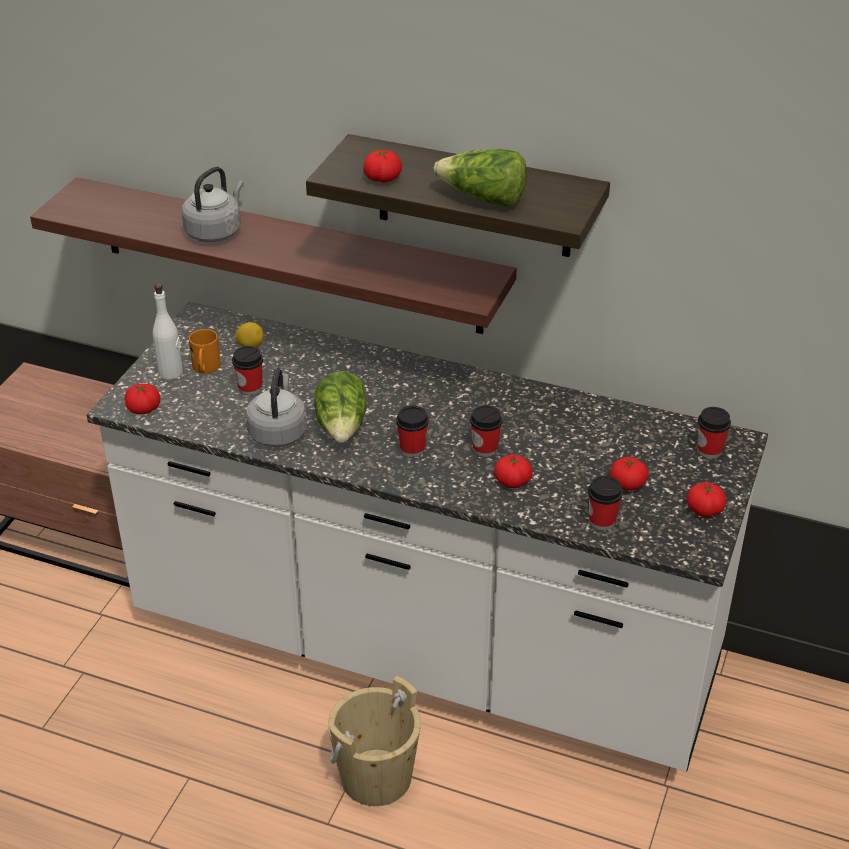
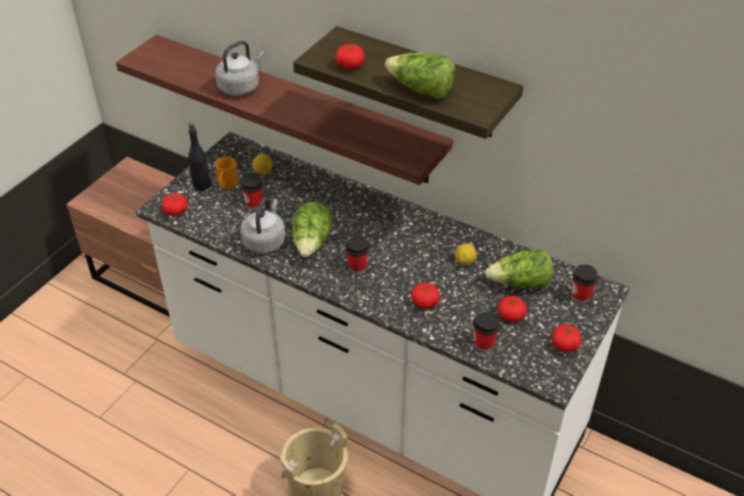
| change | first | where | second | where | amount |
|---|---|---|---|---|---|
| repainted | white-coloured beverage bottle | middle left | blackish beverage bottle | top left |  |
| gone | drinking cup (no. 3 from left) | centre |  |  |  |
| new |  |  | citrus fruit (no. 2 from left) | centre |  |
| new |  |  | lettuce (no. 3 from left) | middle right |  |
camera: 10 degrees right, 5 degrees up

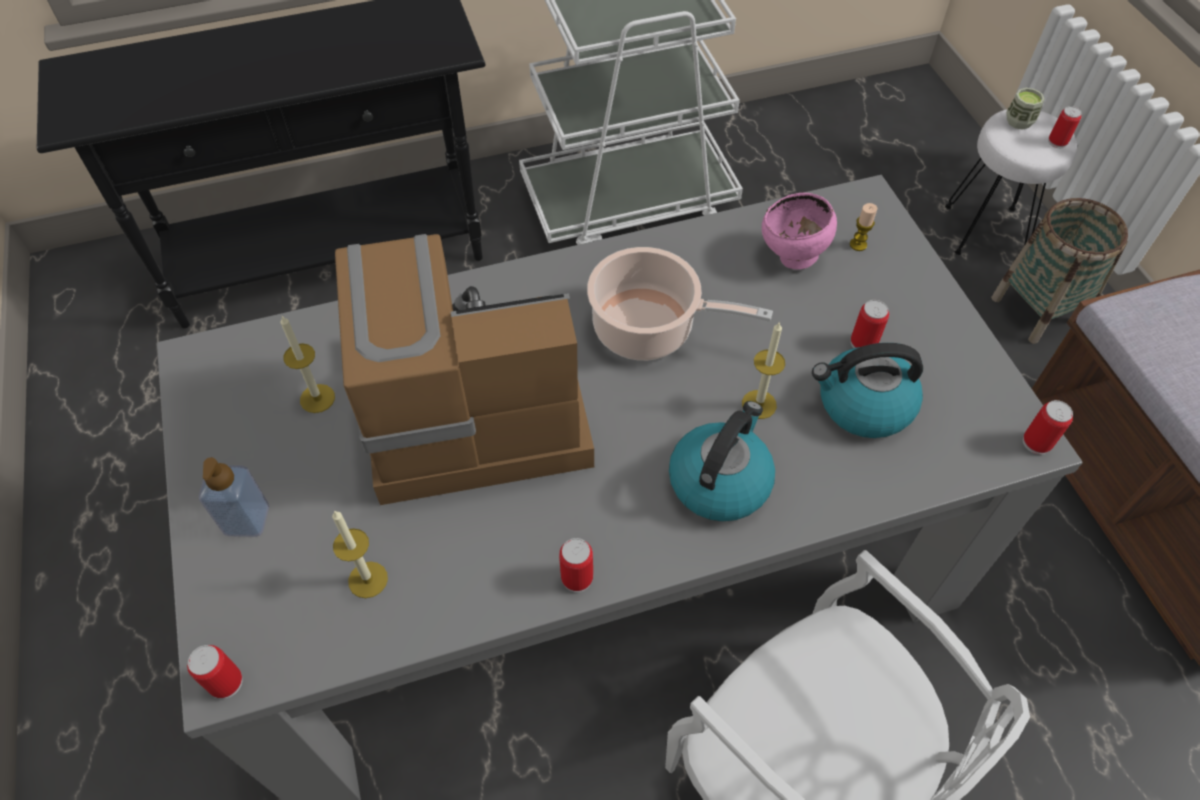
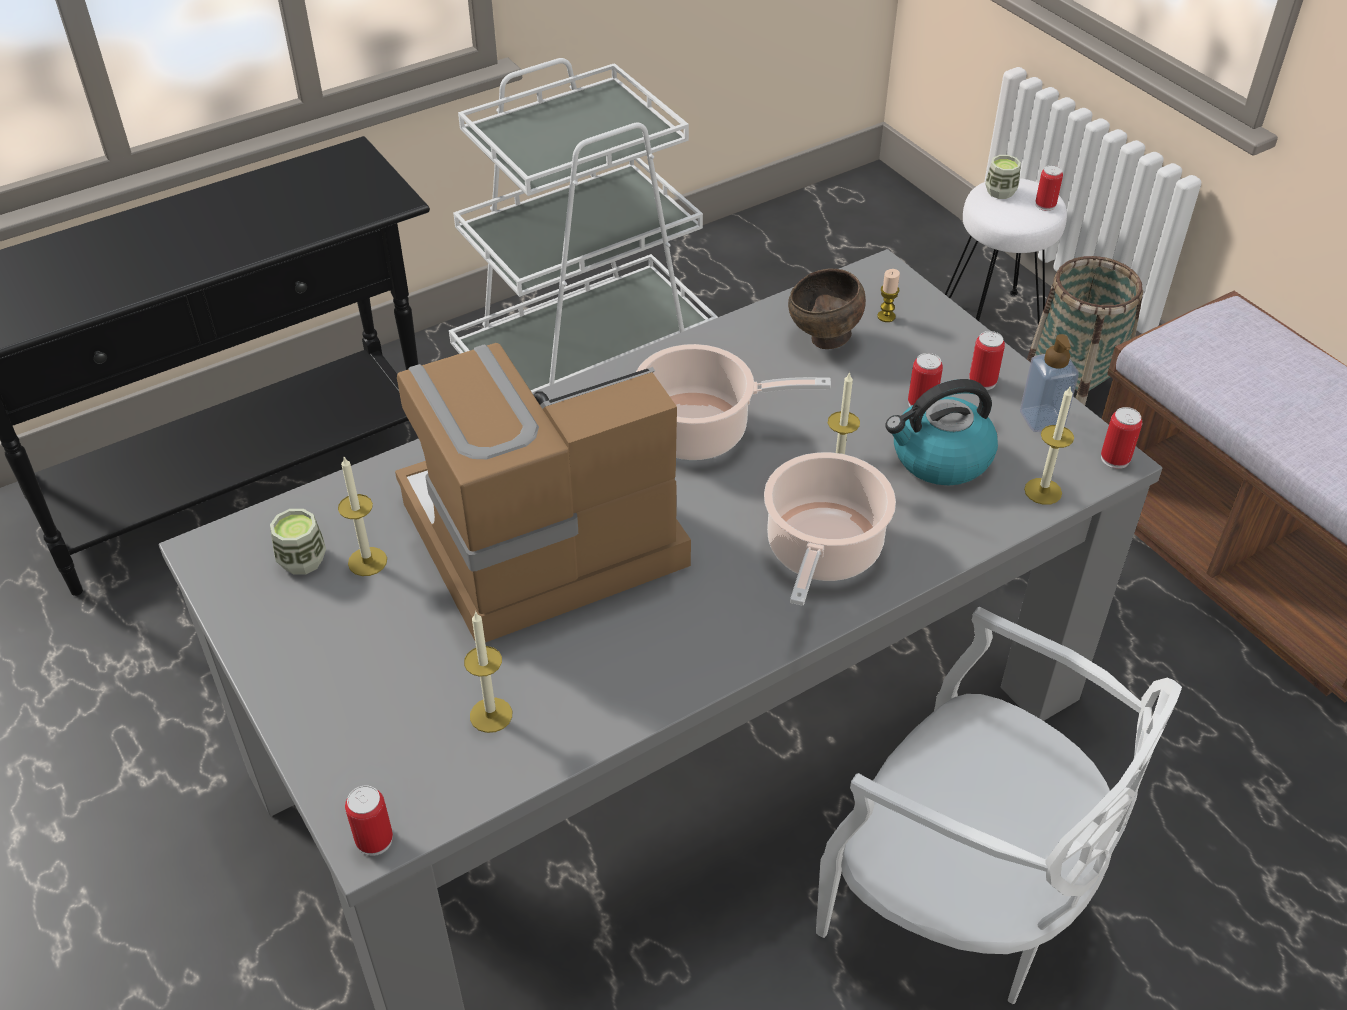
| change | first | where | second | where | amount |
|---|---|---|---|---|---|
| shifted | soap bottle | middle left |  | middle right |  |
| shifted | metal can (no. 2 from left in the first image) | bottom centre | metal can (no. 3 from left) | middle right |  |
| swapped | tea kettle (no. 1 from left) | centre | cooking pot (no. 2 from left) | centre |  |
| repainted | pink deep dish | top centre | brown deep dish | top centre |  |
| new |  |  | drinking cup (no. 1 from left) | middle left |  |
| new |  |  | wax candle (no. 5 from left) | middle right |  |
camera: 15 degrees left, 10 degrees down

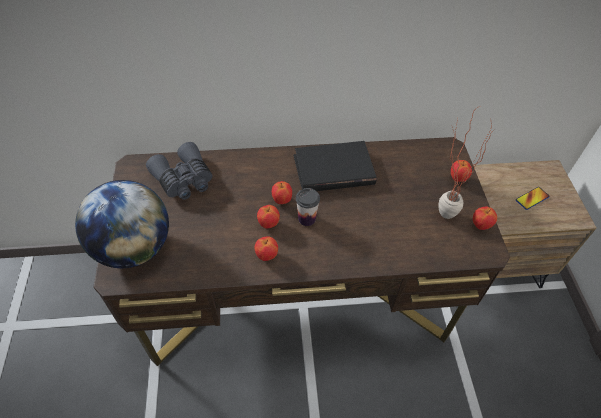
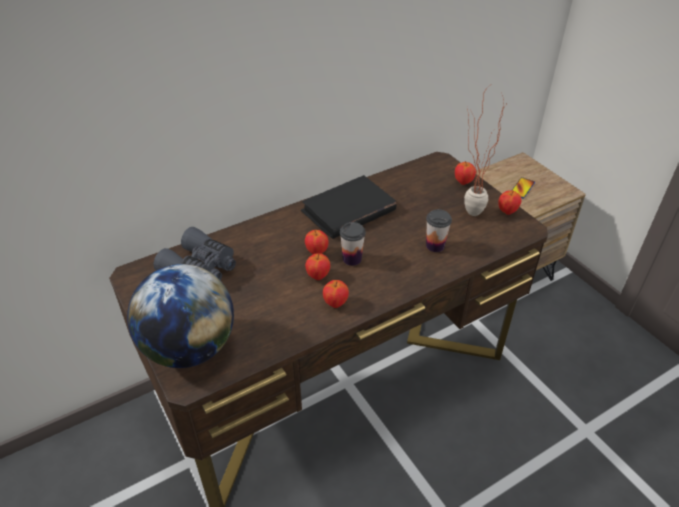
| change | first | where | second | where | amount |
|---|---|---|---|---|---|
| new |  |  | drinking cup (no. 2 from left) | centre |  |
camera: 25 degrees left, 10 degrees down

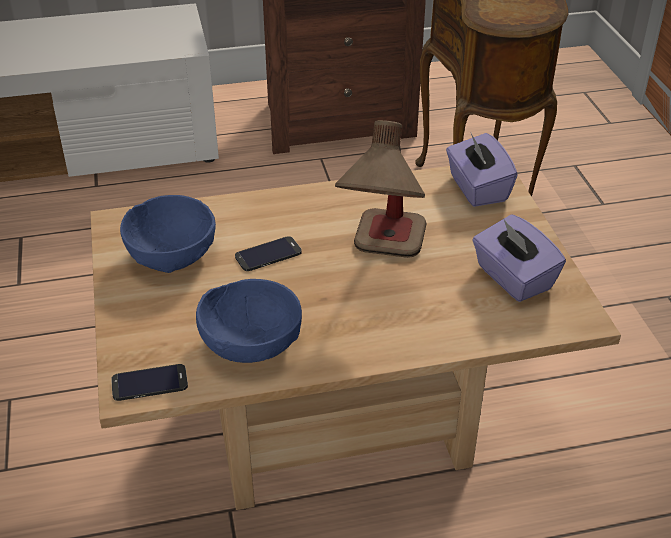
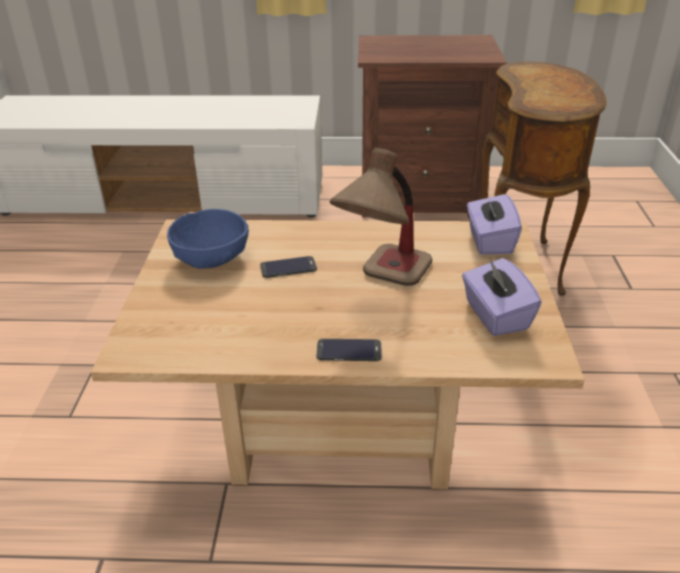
| change | first | where | second | where | amount |
|---|---|---|---|---|---|
| shifted | telephone (no. 1 from left in the first image) | bottom left | telephone (no. 2 from left) | centre |  |
| gone | blue deep dish (no. 2 from left) | centre |  |  |  |
camera: 15 degrees right, 5 degrees down

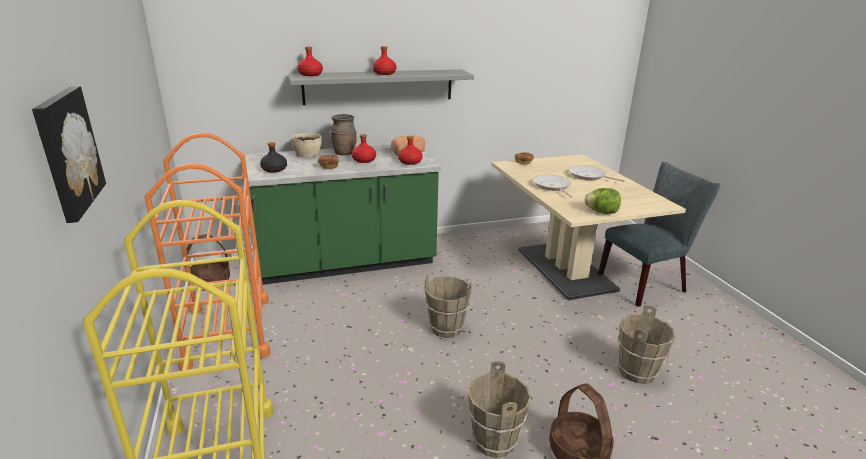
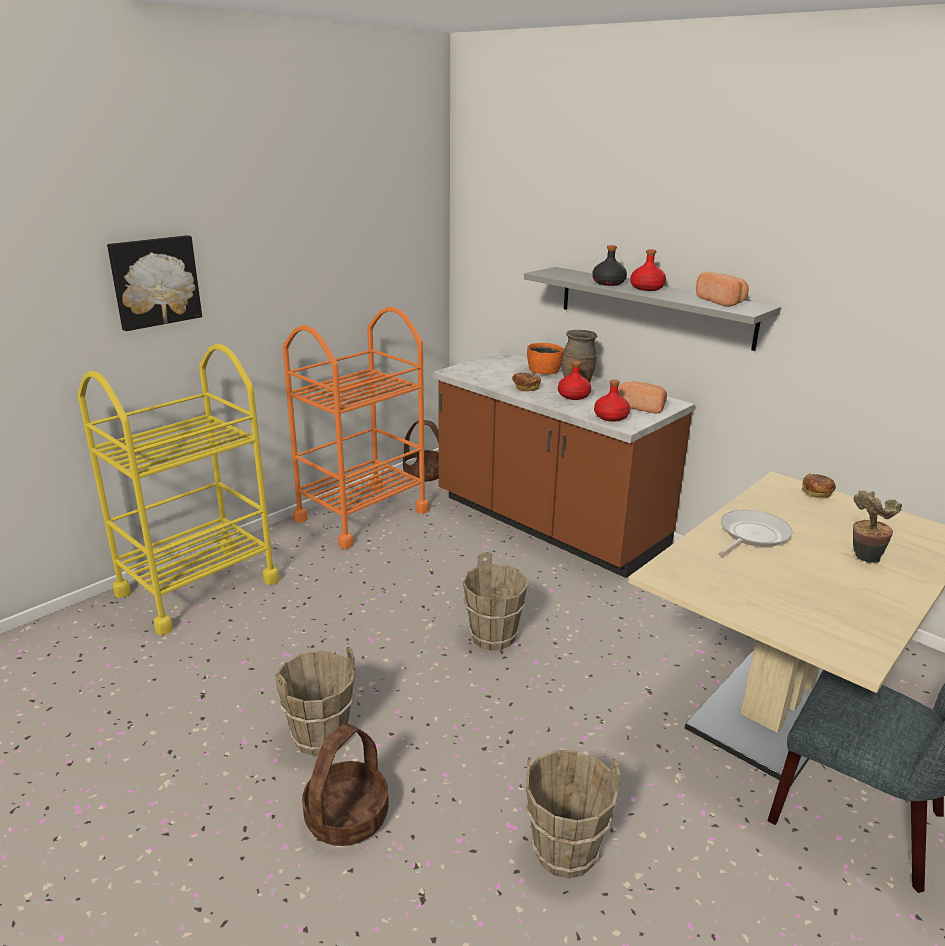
| change | first | where | second | where | amount |
|---|---|---|---|---|---|
| repainted | green kitchen counter | centre | brown kitchen counter | centre |  |
| shifted | blackish beverage bottle | middle left |  | top centre |  |
| repainted | sand-coloured deep dish | top centre | orangey deep dish | centre |  |
| gone | reddish beverage bottle (no. 1 from left) | top centre |  |  |  |
| swapped | frying pan (no. 2 from left) | middle right | houseplant | middle right |  |
| gone | lettuce | middle right |  |  |  |
| new |  |  | bakery bread (no. 3 from left) | top right |  |
camera: 60 degrees right, 0 degrees up

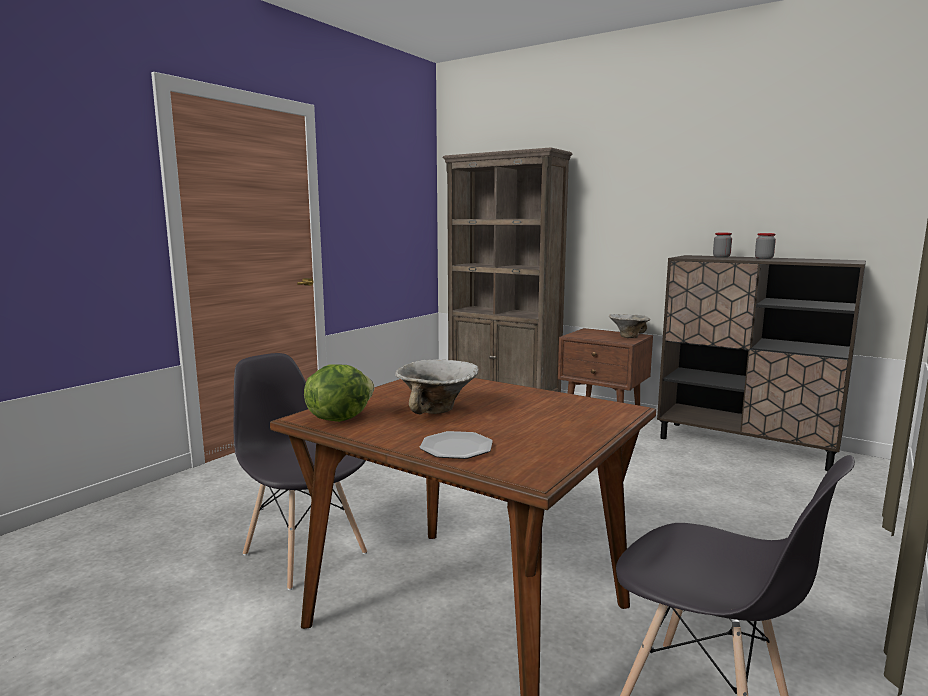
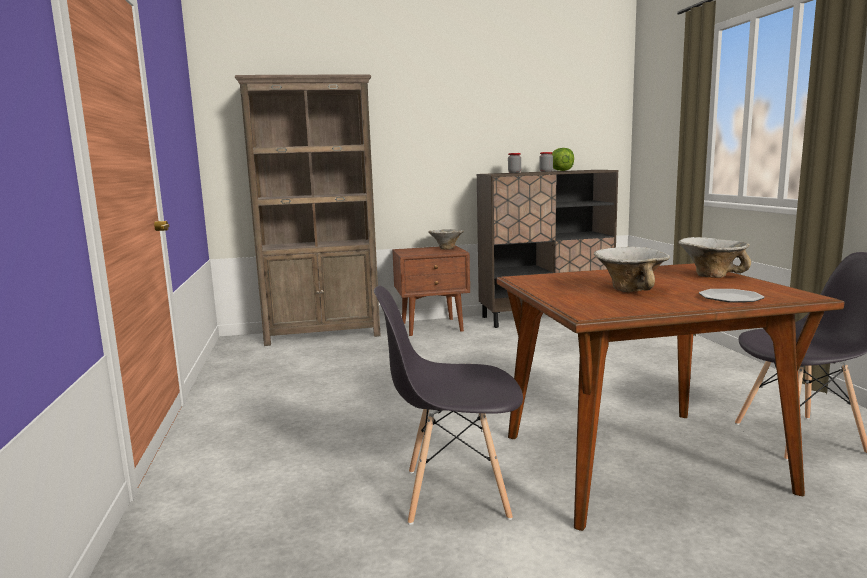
| change | first | where | second | where | amount |
|---|---|---|---|---|---|
| shifted | lettuce | centre |  | top centre |  |
| new |  |  | deep dish (no. 3 from left) | middle right |  |
camera: 45 degrees left, 0 degrees up

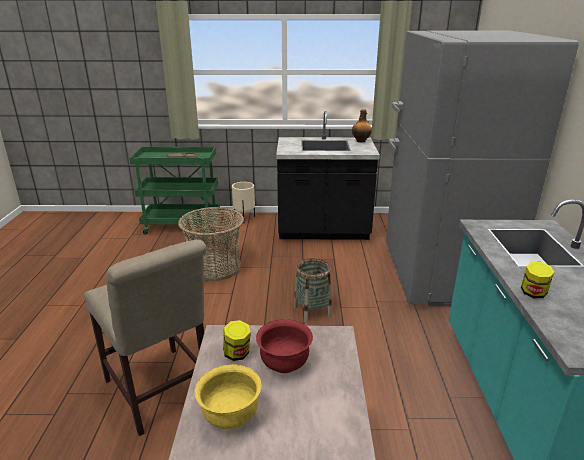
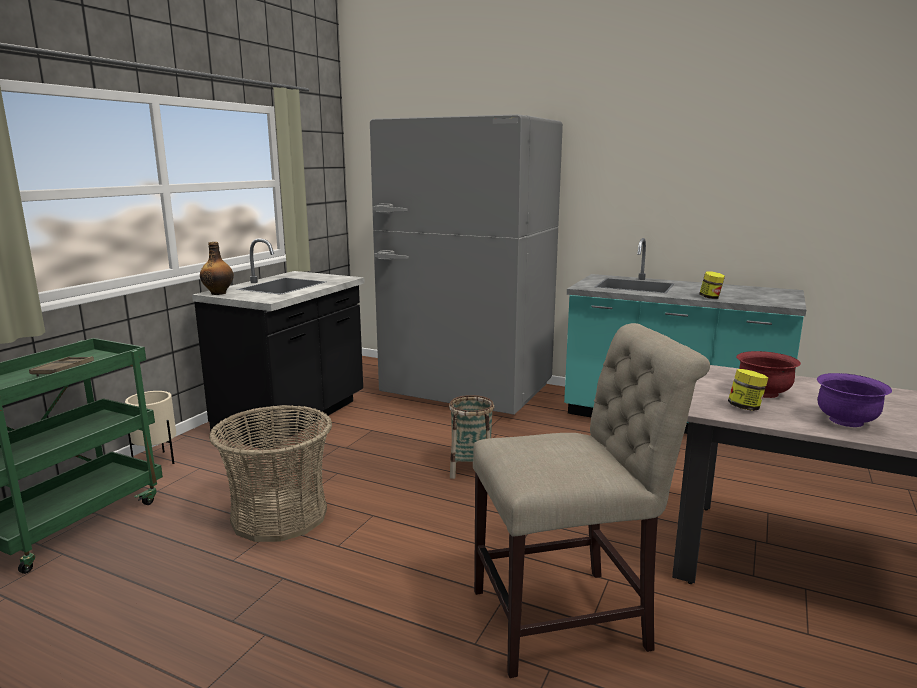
| change | first | where | second | where | amount |
|---|---|---|---|---|---|
| repainted | yellow-coloured deep dish | bottom centre | purple deep dish | middle right |  |
| shifted | beverage bottle | top centre |  | middle left |  |
camera: 65 degrees left, 10 degrees down

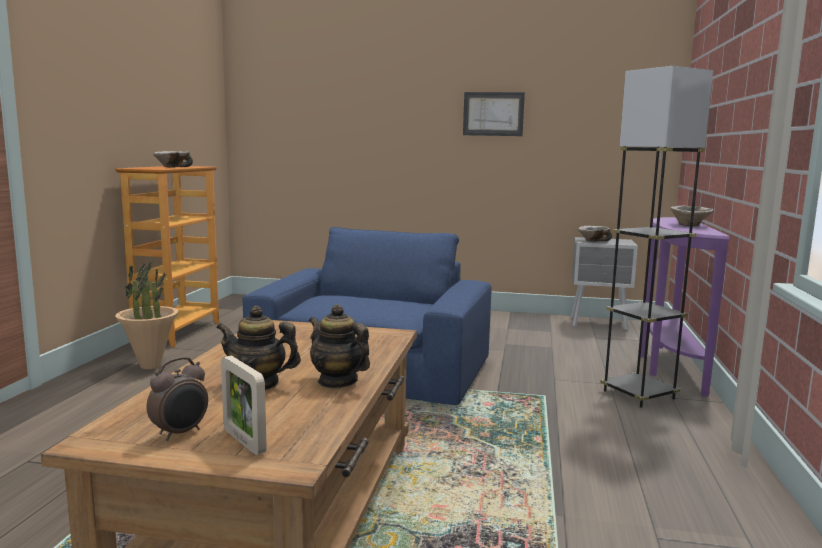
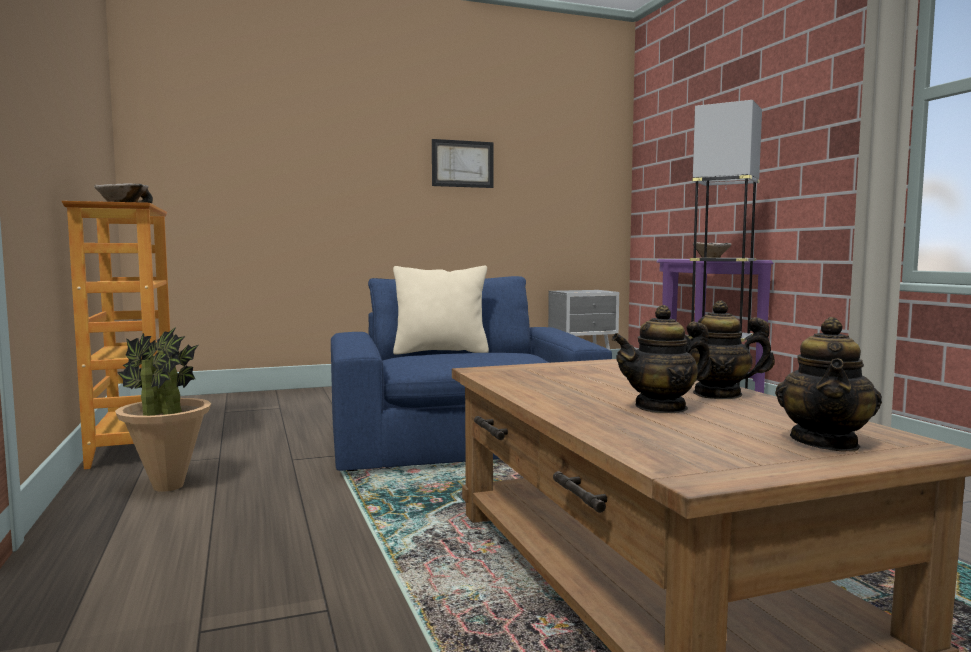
| change | first | where | second | where | amount |
|---|---|---|---|---|---|
| gone | alarm clock | bottom left |  |  |  |
| swapped | photo frame | bottom left | tea pot (no. 3 from left) | middle right |  |
| gone | deep dish (no. 2 from left) | middle right |  |  |  |
| new |  |  | sand-coloured pillow | centre |  |
camera: 30 degrees left, 5 degrees down

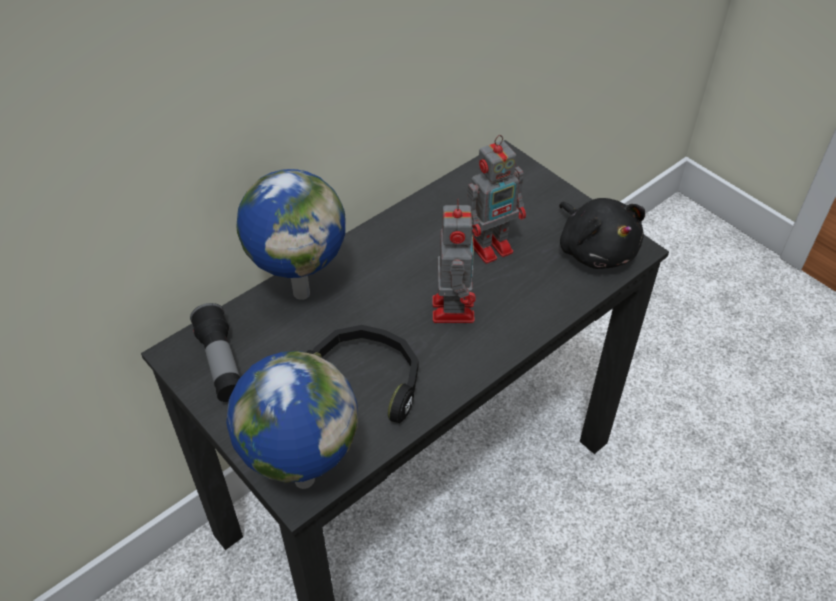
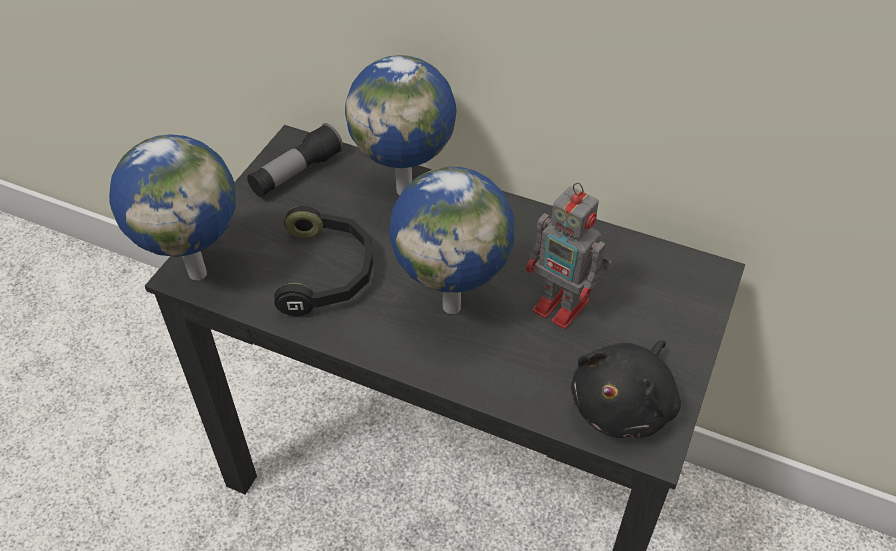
| change | first | where | second | where | amount |
|---|---|---|---|---|---|
| swapped | robot figure (no. 1 from left) | centre | desk globe (no. 3 from left) | centre |  |
camera: 65 degrees right, 0 degrees up

